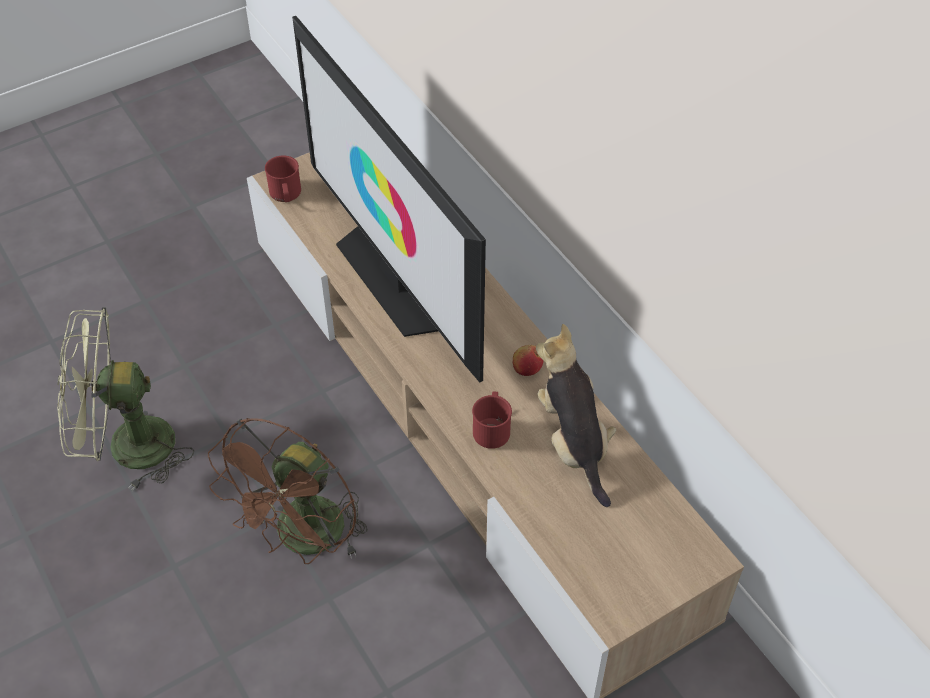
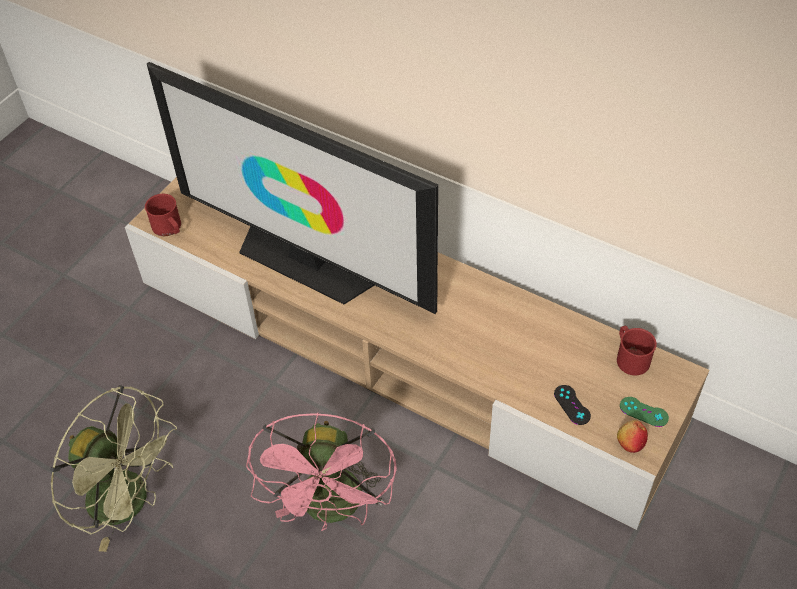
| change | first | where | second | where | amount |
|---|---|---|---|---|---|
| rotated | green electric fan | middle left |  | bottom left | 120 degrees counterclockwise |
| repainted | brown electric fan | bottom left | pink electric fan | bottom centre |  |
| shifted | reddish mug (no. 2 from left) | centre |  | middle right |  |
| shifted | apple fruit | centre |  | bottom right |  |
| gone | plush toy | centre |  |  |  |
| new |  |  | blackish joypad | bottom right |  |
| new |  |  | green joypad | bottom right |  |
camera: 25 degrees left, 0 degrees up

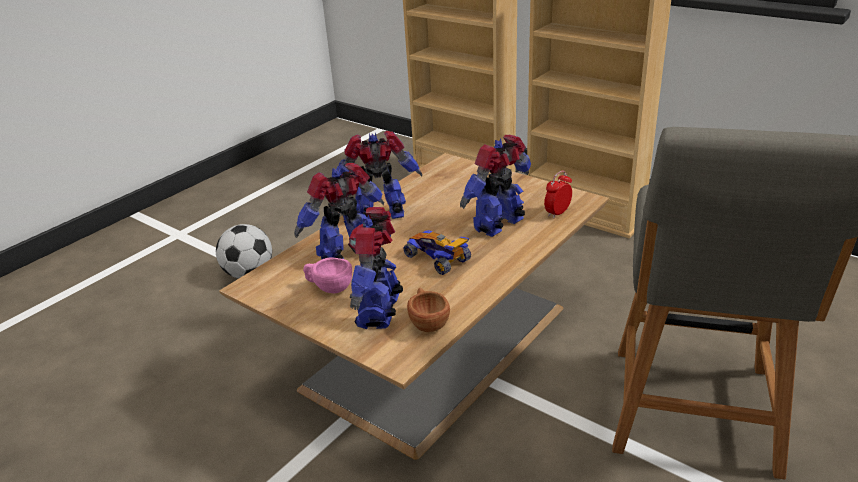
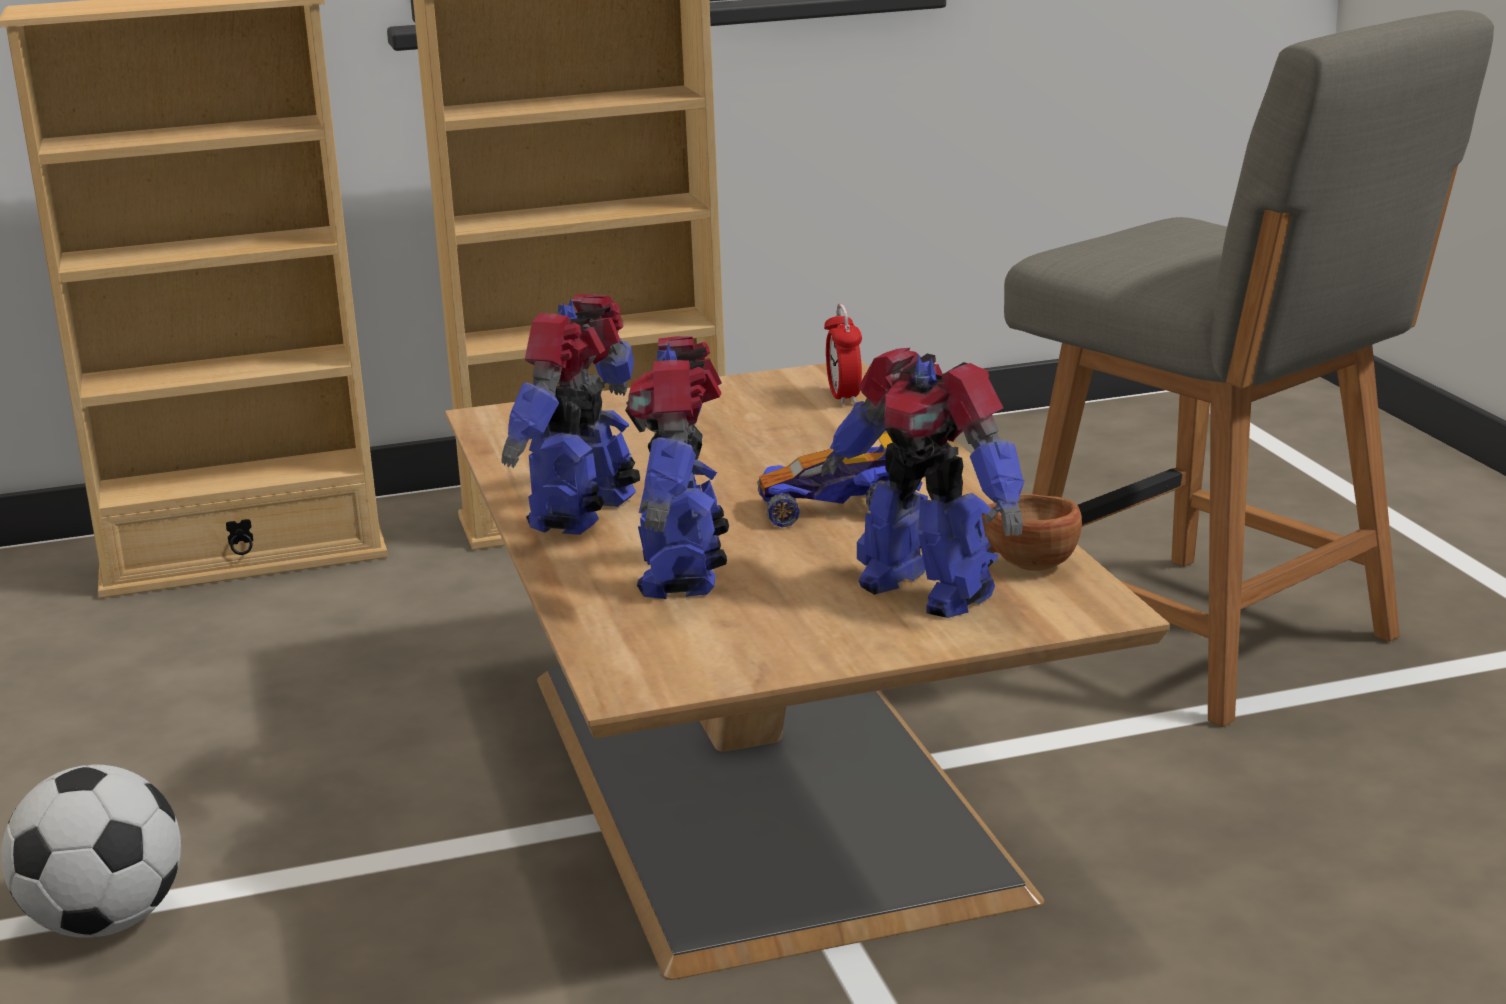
| change | first | where | second | where | amount |
|---|---|---|---|---|---|
| gone | pink drinking cup | centre |  |  |  |
| gone | robot figure (no. 4 from left) | centre |  |  |  |
camera: 55 degrees left, 10 degrees down

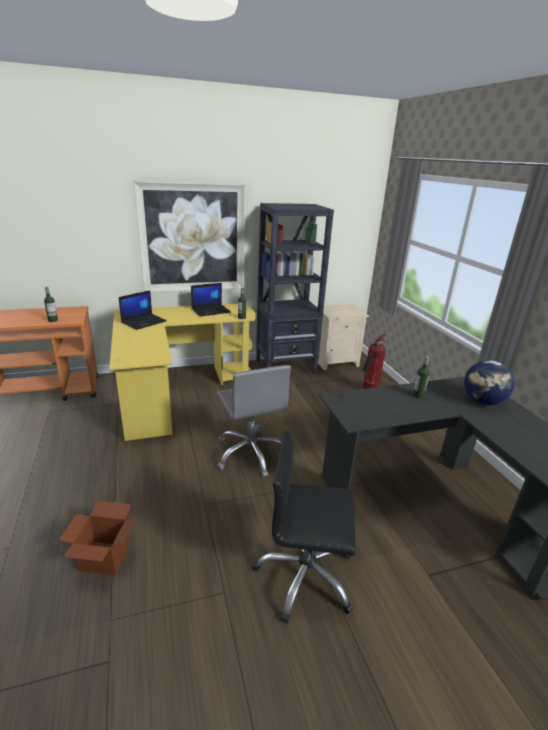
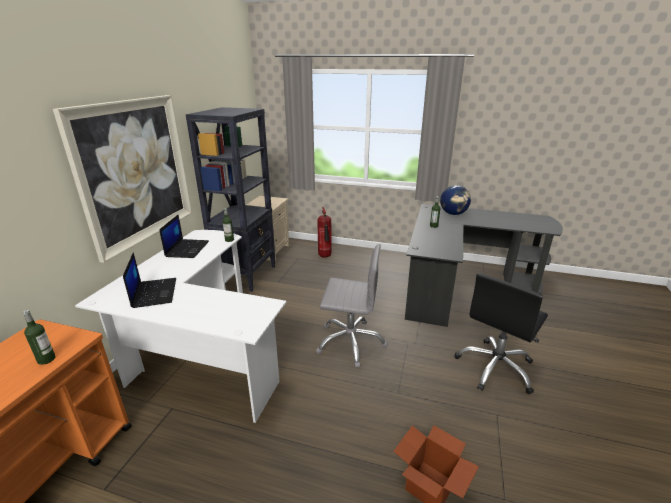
| change | first | where | second | where | amount |
|---|---|---|---|---|---|
| repainted | yellow-coloured desk unit | middle left | white-coloured desk unit | middle left |  |
camera: 55 degrees left, 0 degrees up

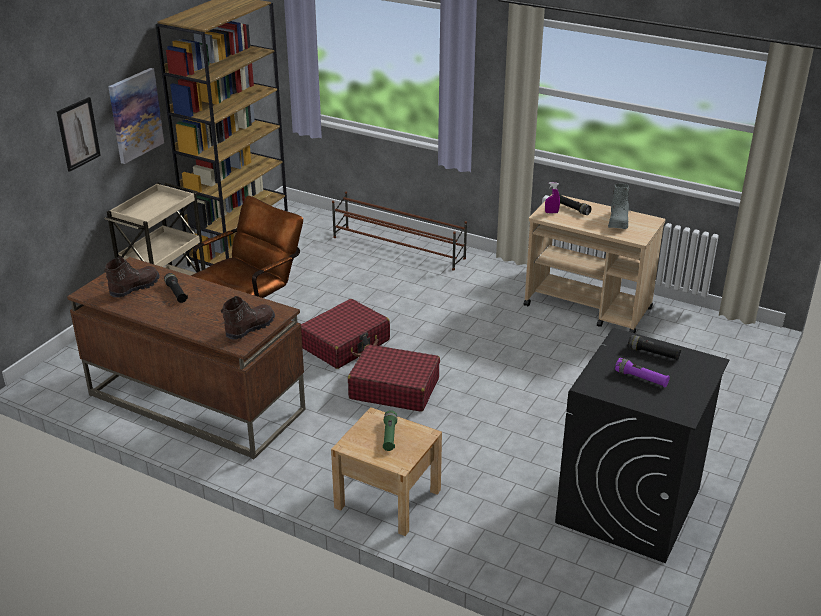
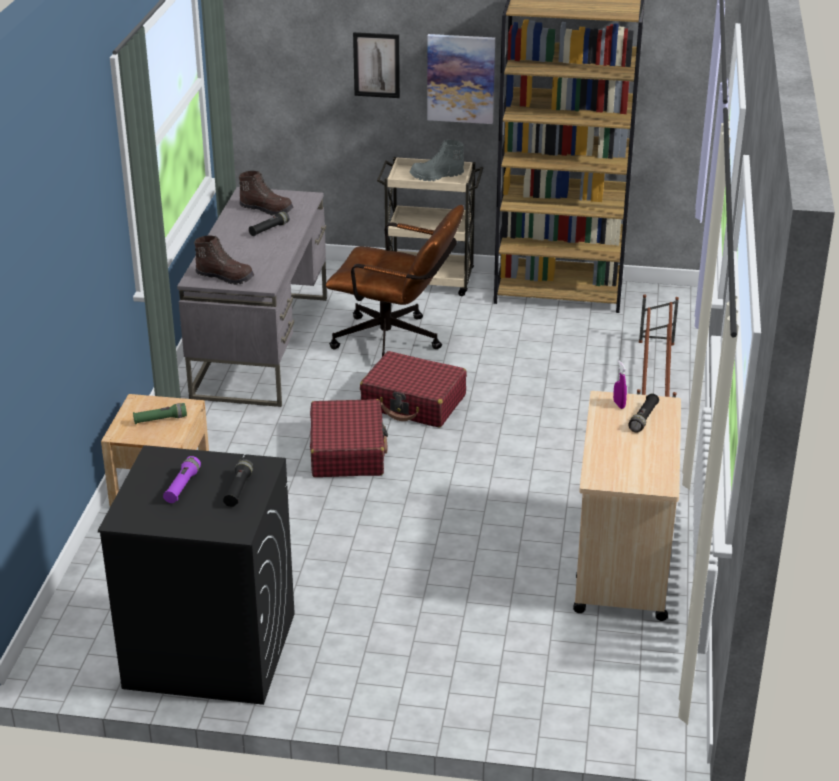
| change | first | where | second | where | amount |
|---|---|---|---|---|---|
| repainted | brown desk unit | middle left | greyish desk unit | middle left |  |
| shifted | greyish high-top boot | middle right |  | top centre |  |
camera: 70 degrees right, 0 degrees up

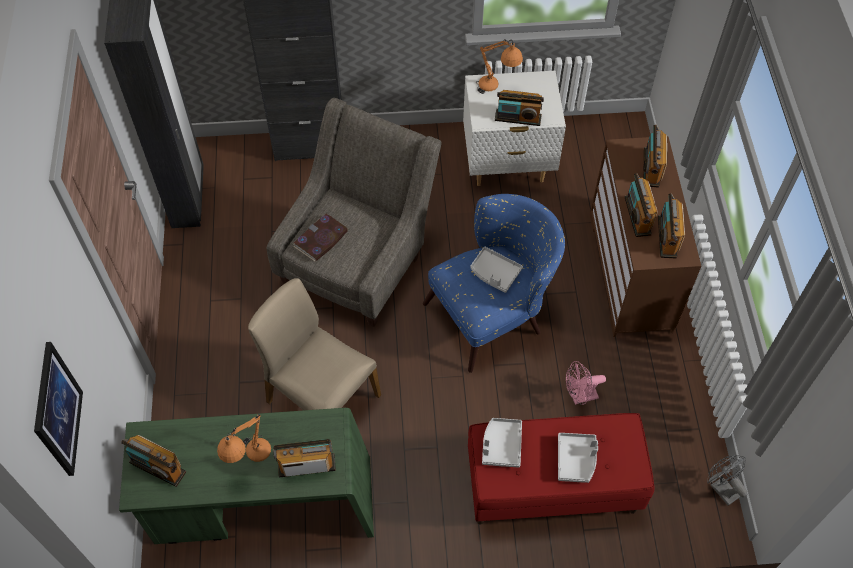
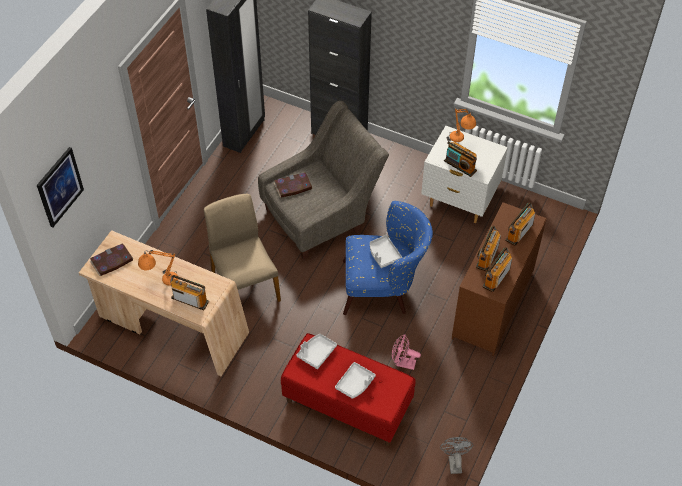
| change | first | where | second | where | amount |
|---|---|---|---|---|---|
| repainted | green desk unit | bottom left | sand-coloured desk unit | middle left |  |
| swapped | radio set (no. 1 from left) | bottom left | volume (no. 1 from left) | middle left |  |
camera: 30 degrees right, 5 degrees down

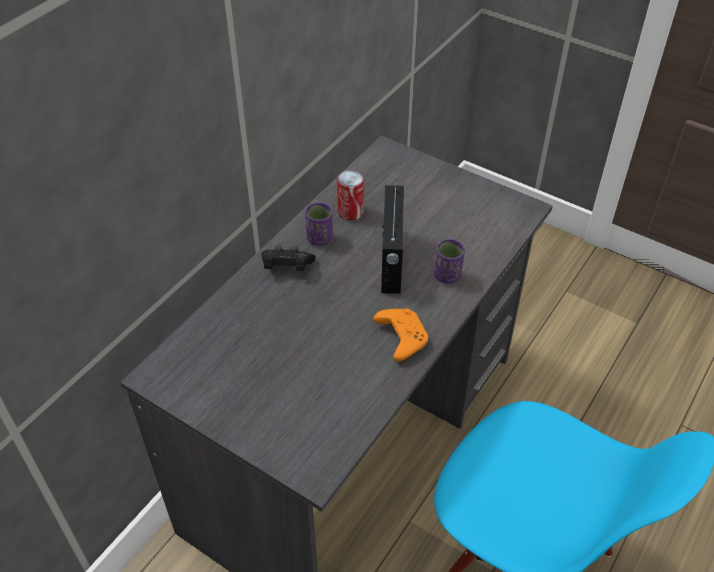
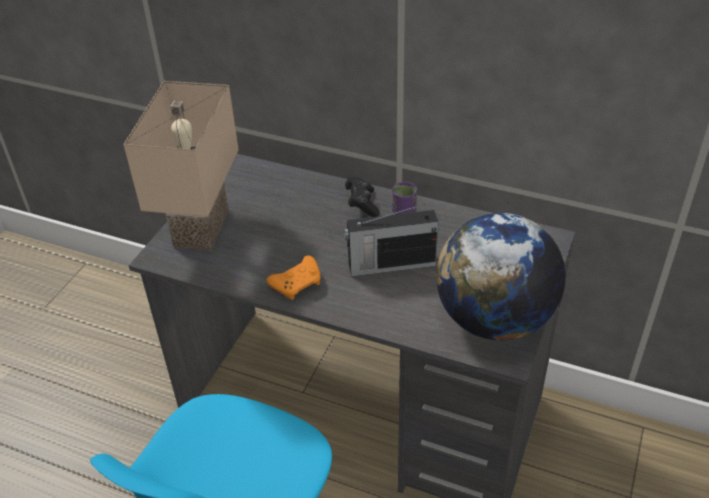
| change | first | where | second | where | amount |
|---|---|---|---|---|---|
| gone | metal can | centre |  |  |  |
| gone | purple drinking cup (no. 2 from left) | centre |  |  |  |
| new |  |  | sand-coloured lamp for a table | top left |  |
| new |  |  | desk globe | middle right |  |
camera: 80 degrees right, 5 degrees down

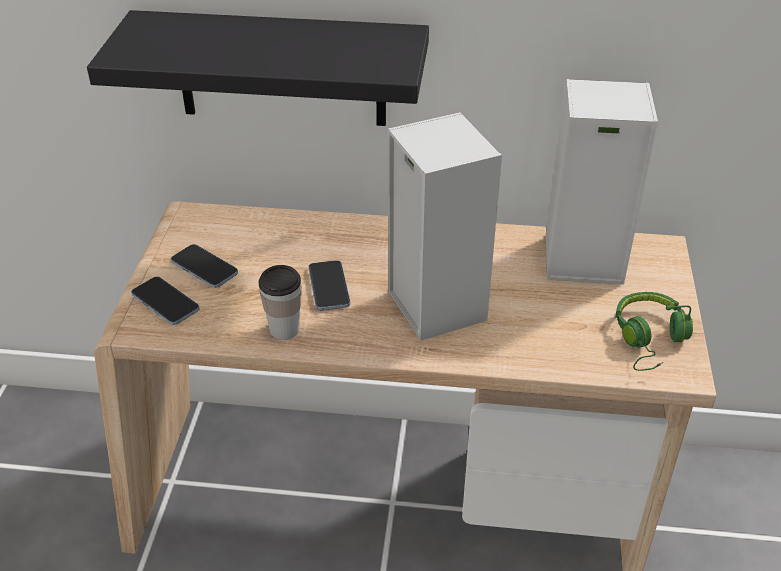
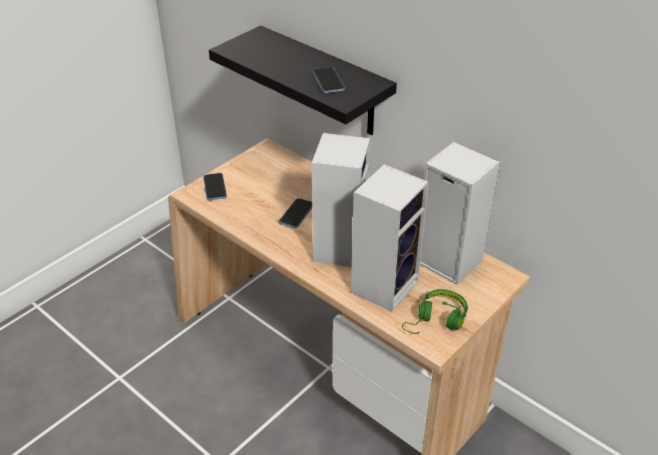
| change | first | where | second | where | amount |
|---|---|---|---|---|---|
| shifted | telephone (no. 2 from left in the first image) | middle left | telephone (no. 3 from left) | top centre |  |
| gone | drinking cup | centre |  |  |  |
| new |  |  | loudspeaker (no. 2 from left) | centre |  |
camera: 35 degrees right, 0 degrees up

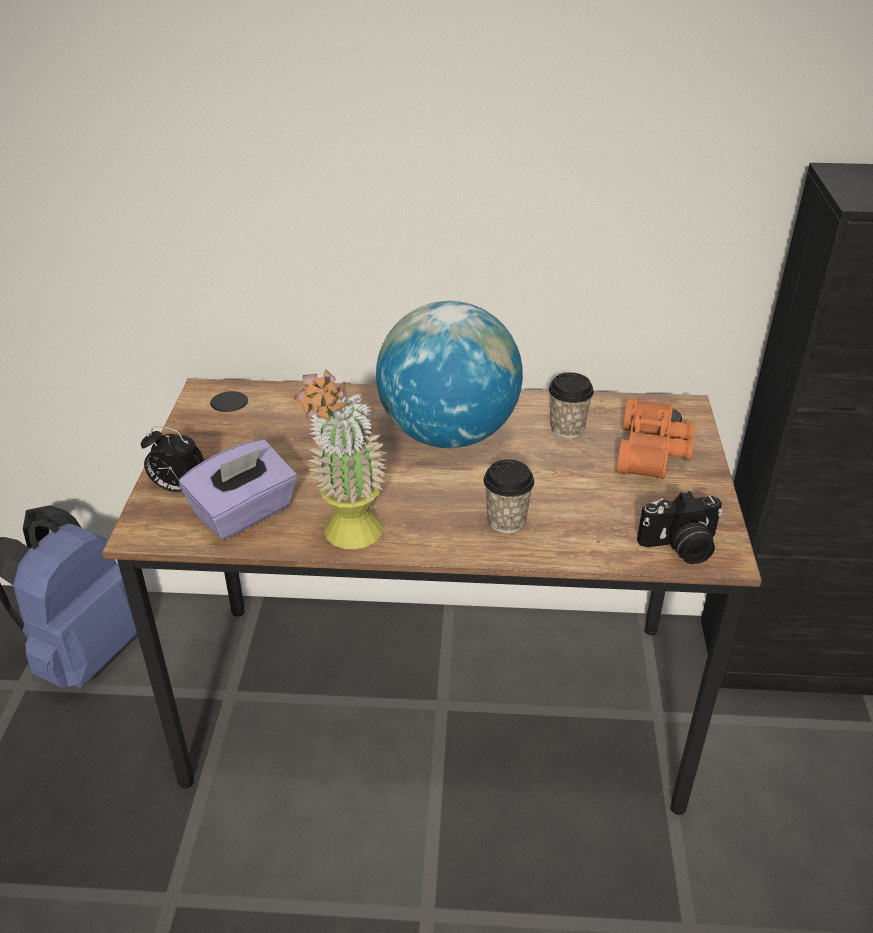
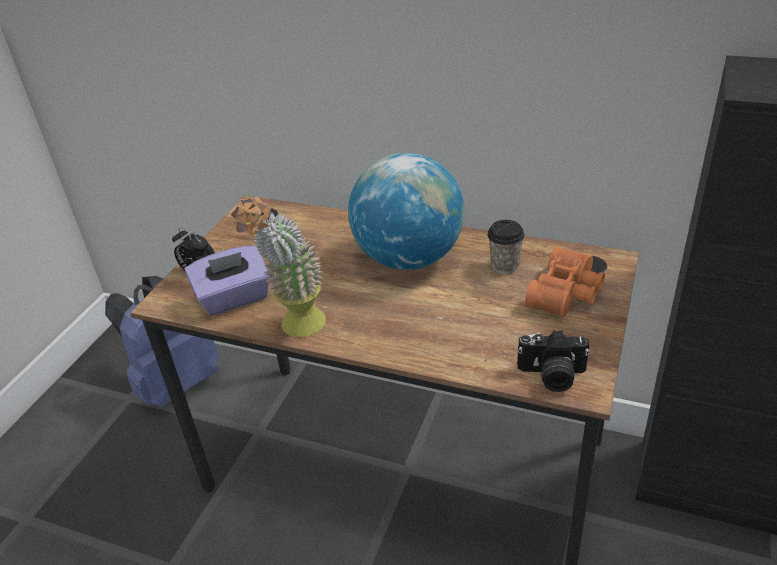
| change | first | where | second | where | amount |
|---|---|---|---|---|---|
| gone | drinking cup (no. 1 from left) | centre |  |  |  |
camera: 20 degrees right, 0 degrees up

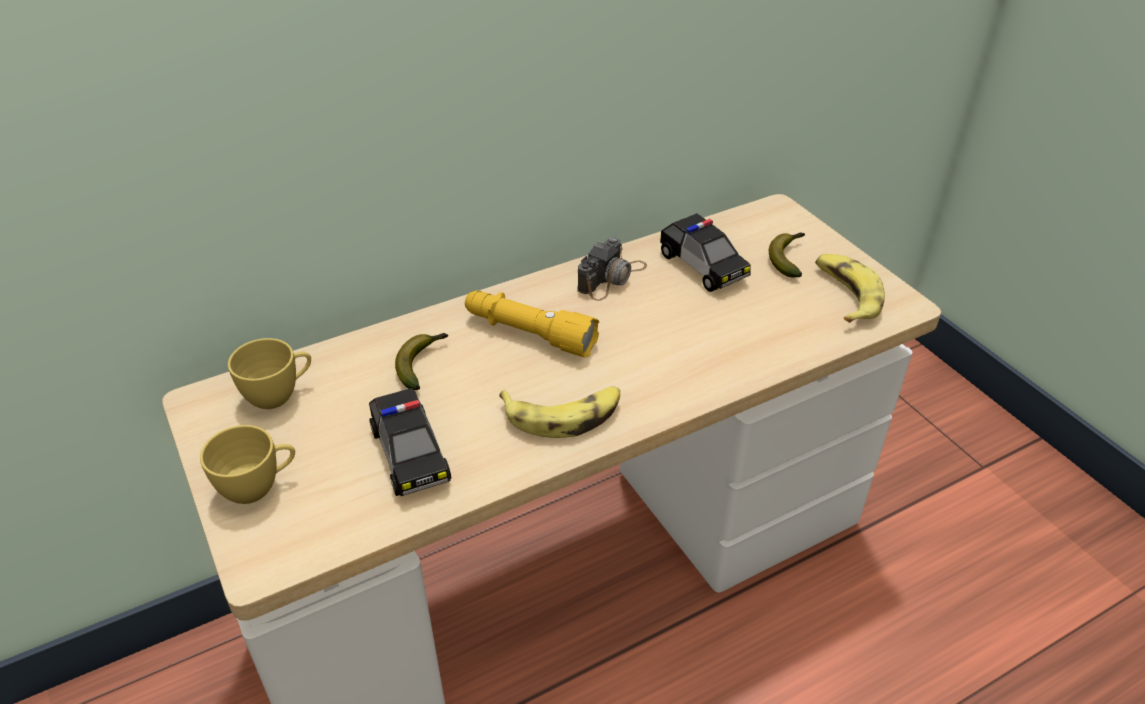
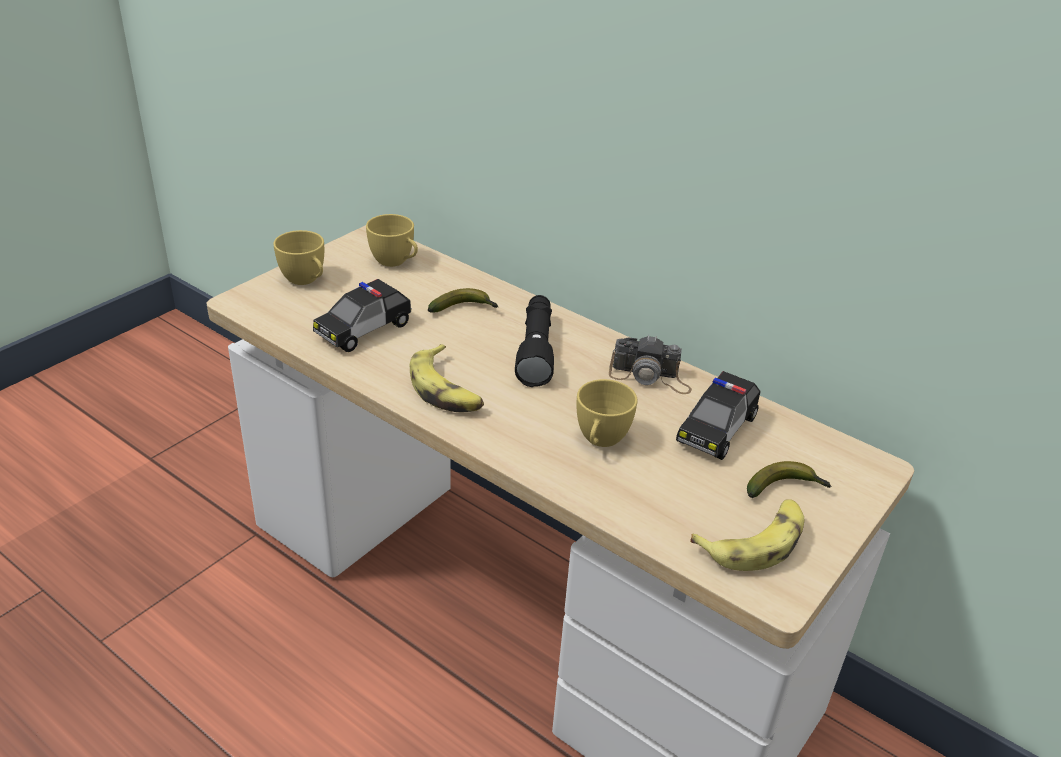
| change | first | where | second | where | amount |
|---|---|---|---|---|---|
| repainted | yellow-coloured torch | centre | blackish torch | centre |  |
| new |  |  | yellow-coloured drinking cup (no. 3 from left) | centre |  |
camera: 65 degrees right, 5 degrees down

